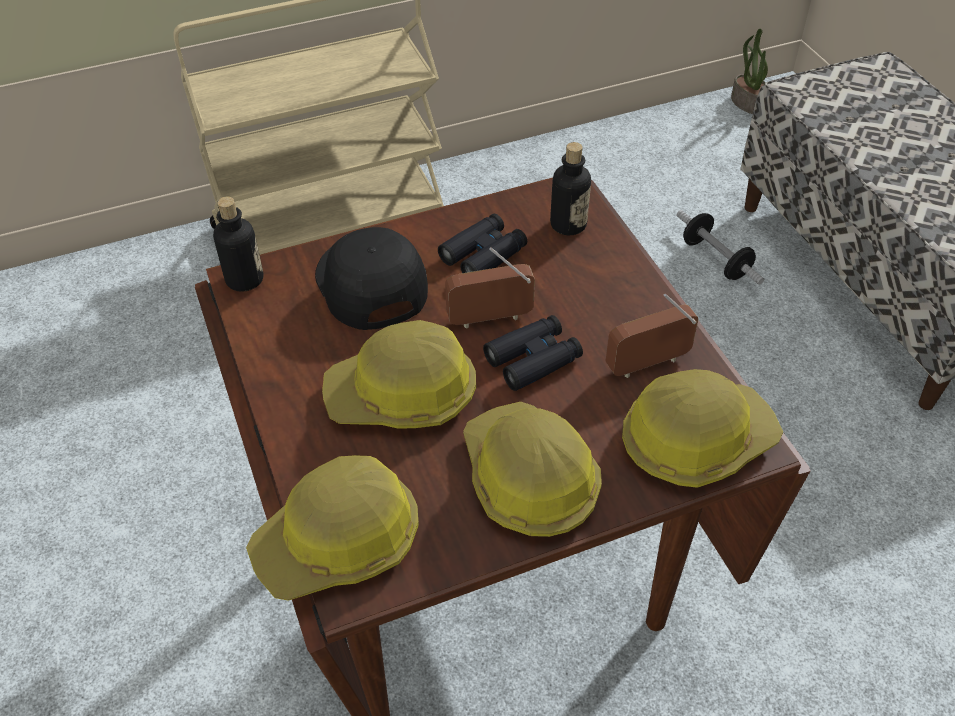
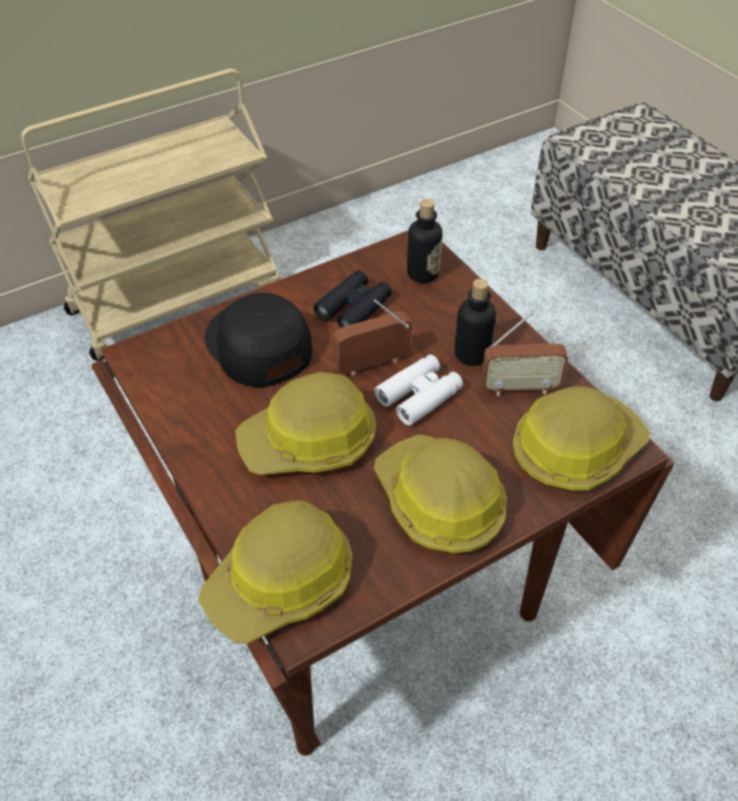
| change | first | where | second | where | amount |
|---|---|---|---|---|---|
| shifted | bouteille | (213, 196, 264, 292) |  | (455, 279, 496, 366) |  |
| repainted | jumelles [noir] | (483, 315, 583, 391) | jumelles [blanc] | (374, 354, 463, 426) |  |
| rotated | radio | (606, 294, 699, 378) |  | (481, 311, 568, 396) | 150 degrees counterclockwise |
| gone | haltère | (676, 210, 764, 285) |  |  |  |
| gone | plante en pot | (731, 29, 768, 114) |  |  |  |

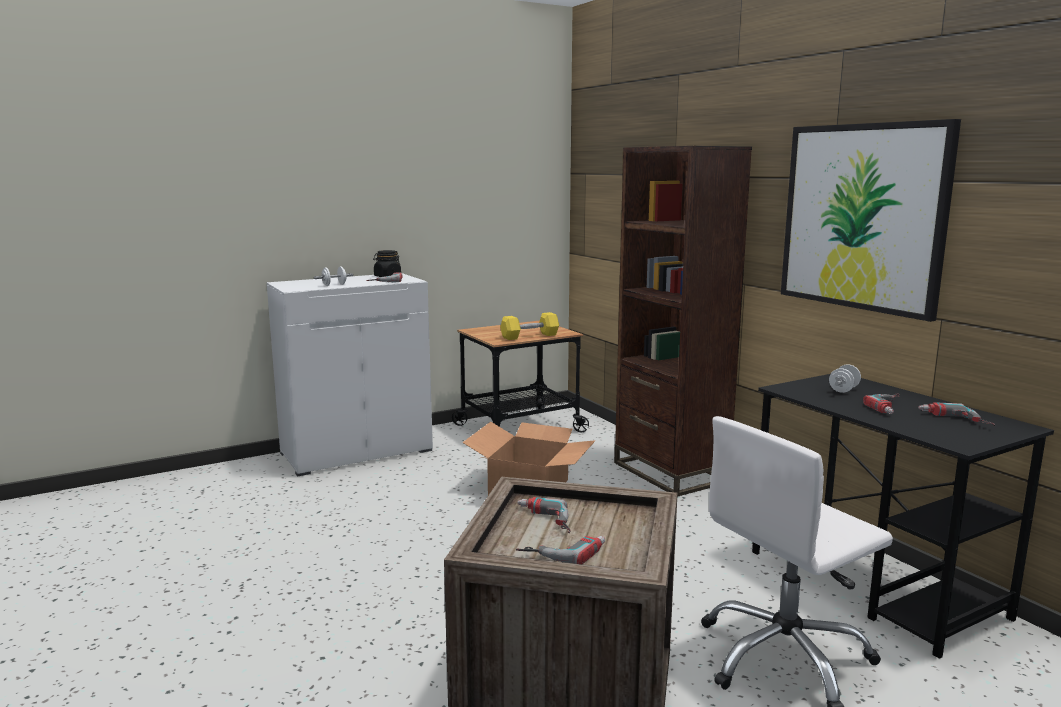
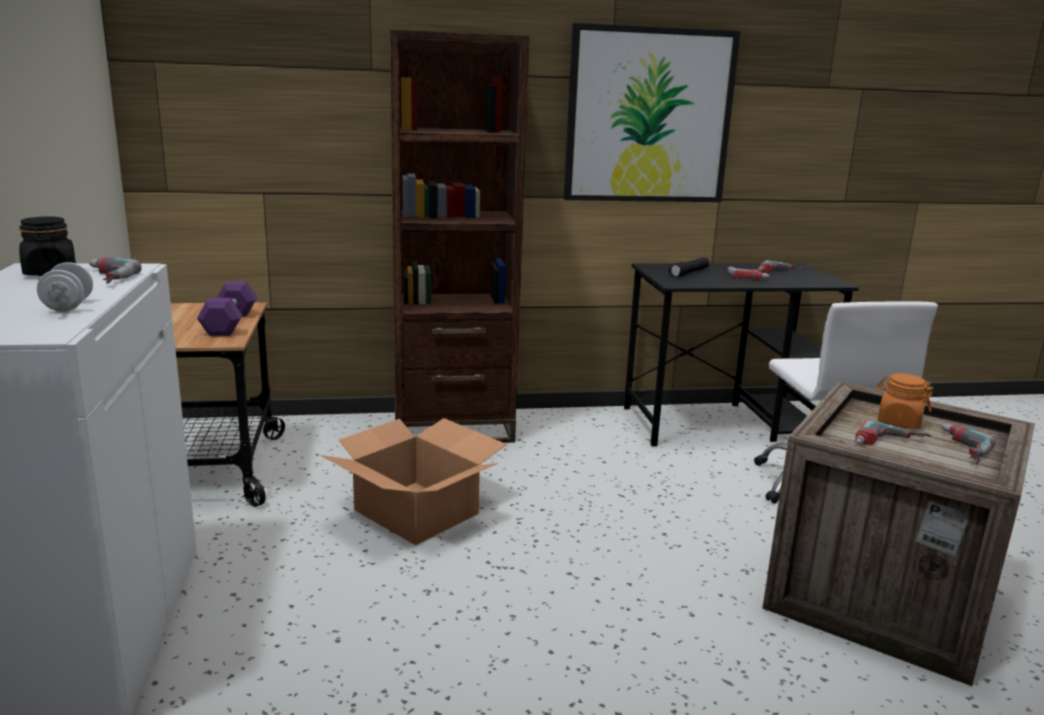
| change | first | where | second | where | amount |
|---|---|---|---|---|---|
| repainted | haltère [jaune] | (500, 312, 559, 340) | haltère [violet] | (197, 281, 257, 336) |  |
| swapped | haltère [blanc] | (829, 364, 861, 393) | lampe de poche [noir] | (668, 258, 709, 277) |  |
| new |  |  | bocal [orange] | (877, 373, 933, 429) |  |

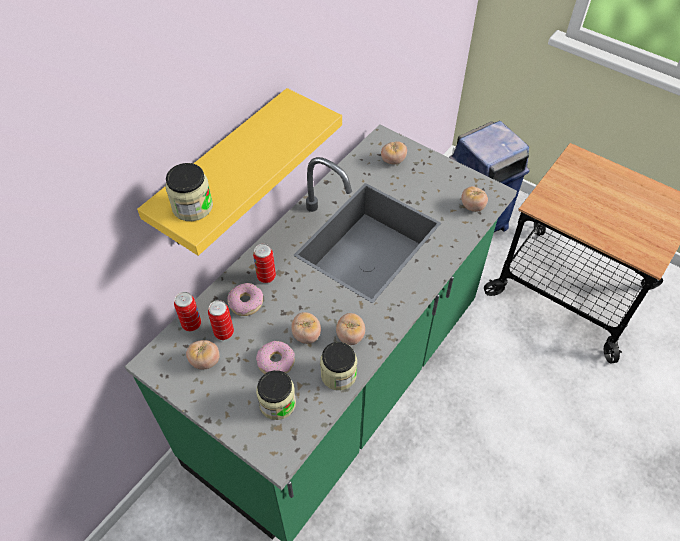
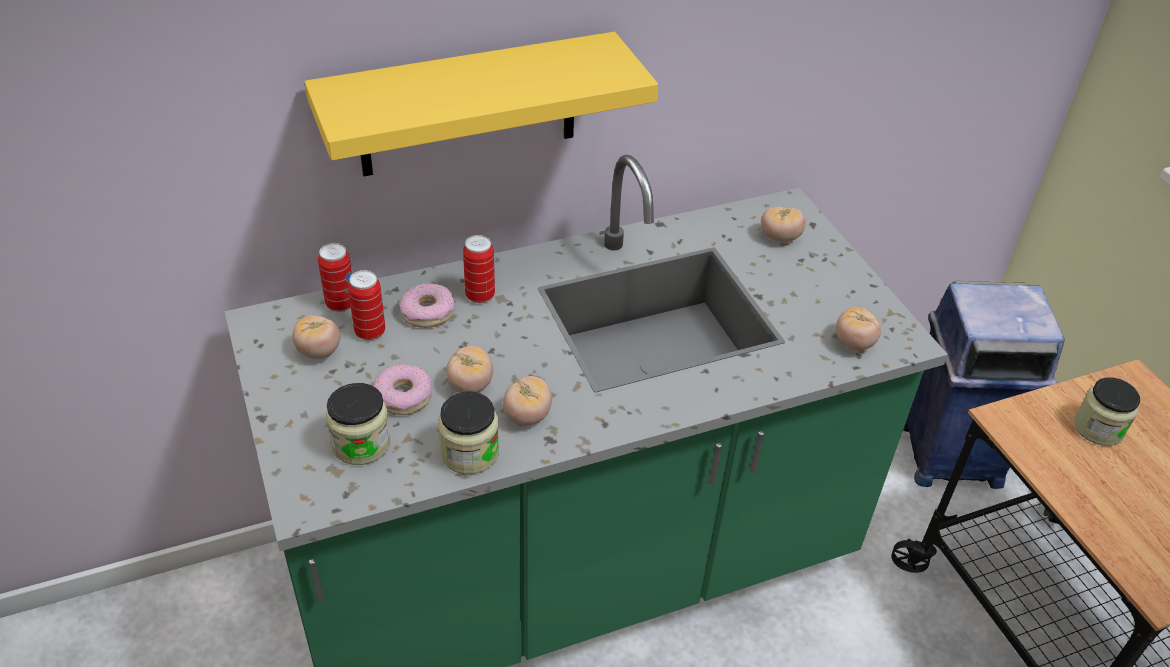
| change | first | where | second | where | amount |
|---|---|---|---|---|---|
| shifted | bocal | (166, 163, 213, 221) |  | (1074, 377, 1140, 446) |  |

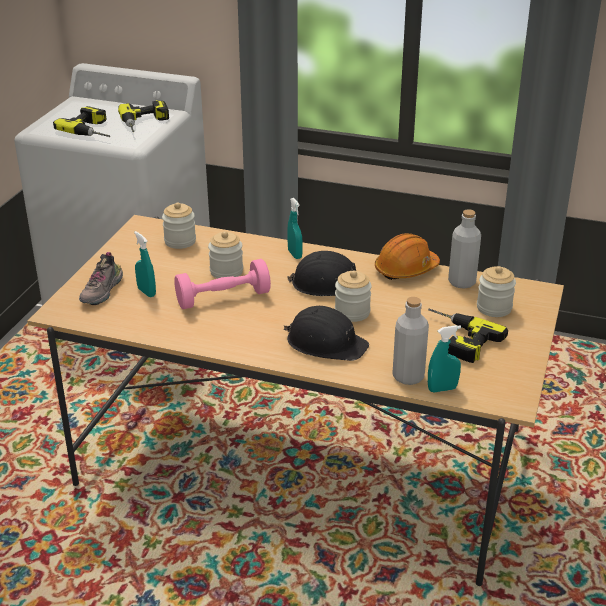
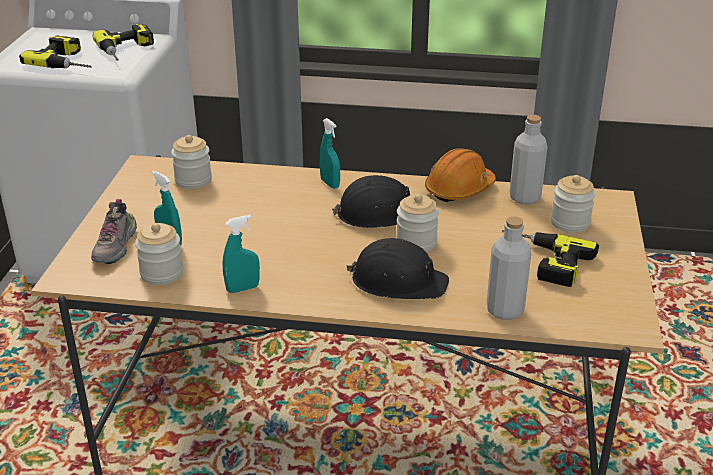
| change | first | where | second | where | amount |
|---|---|---|---|---|---|
| gone | haltère [rose] | (174, 259, 271, 309) |  |  |  |
| shifted | bocal | (208, 231, 243, 279) |  | (135, 223, 183, 285) |  |
| shifted | vaporisateur [turquoise] | (428, 325, 461, 392) |  | (223, 215, 260, 293) |  |

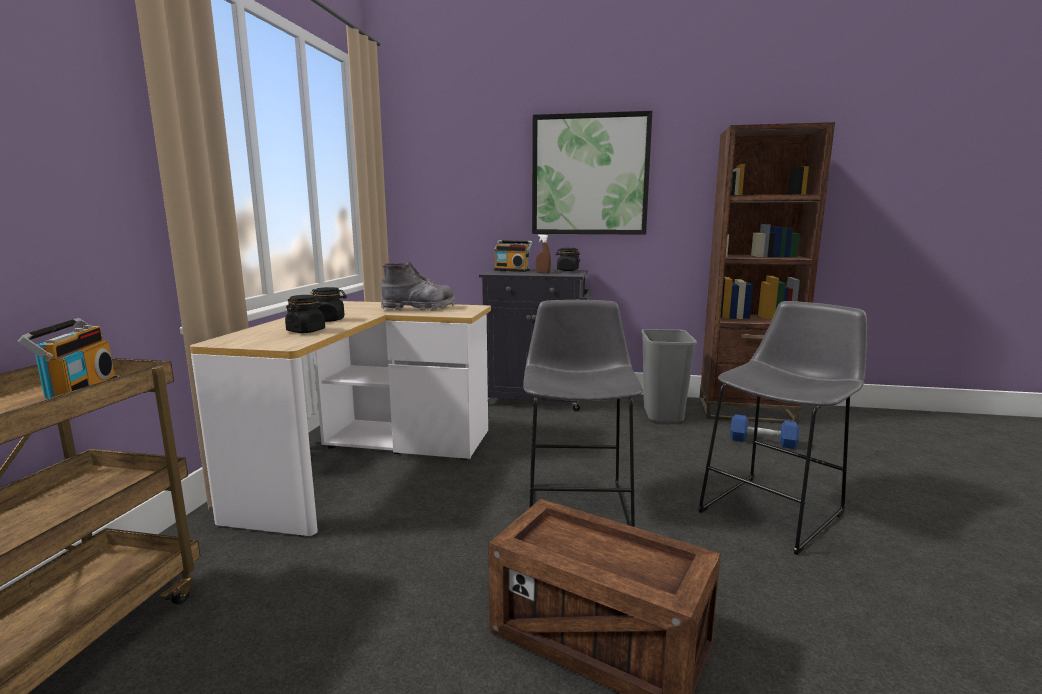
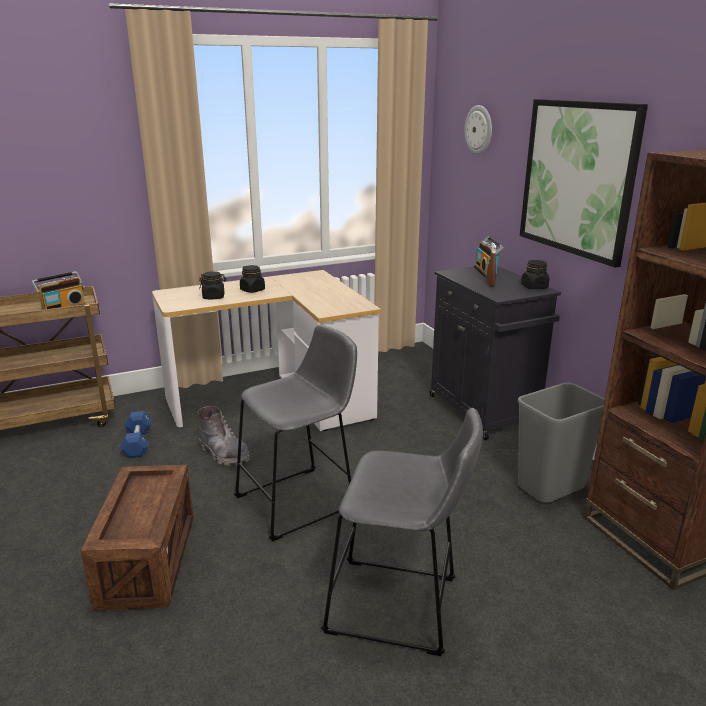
| change | first | where | second | where | amount |
|---|---|---|---|---|---|
| shifted | botte [gris] | (381, 261, 455, 311) |  | (198, 406, 250, 466) |  |
| shifted | haltère [bleu] | (730, 414, 799, 449) |  | (120, 411, 151, 458) |  |
| new |  |  | horloge murale | (464, 105, 492, 155) |  |

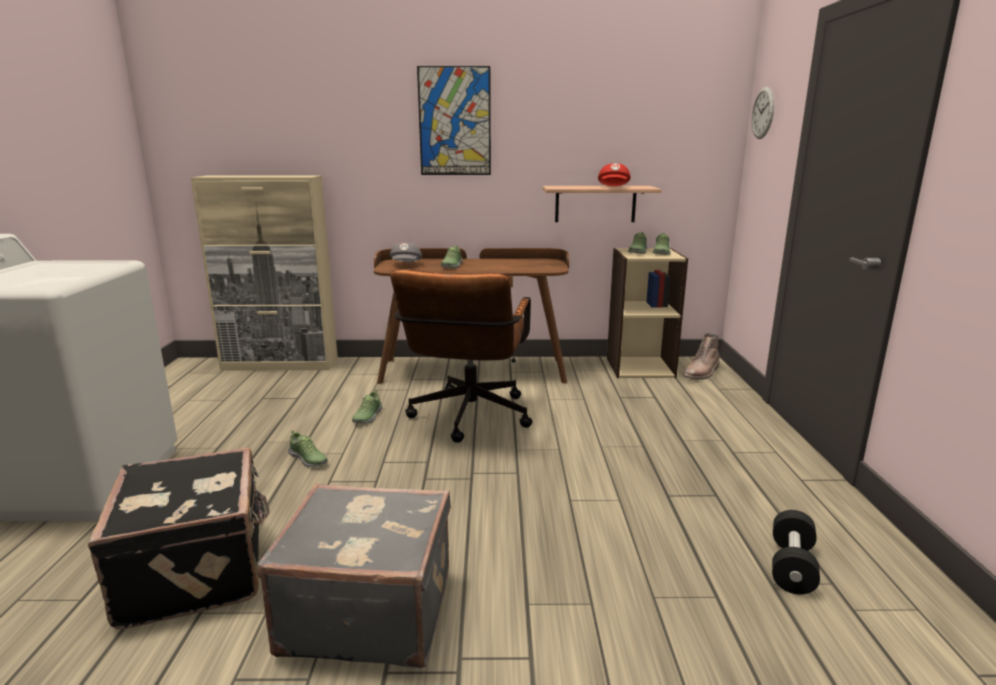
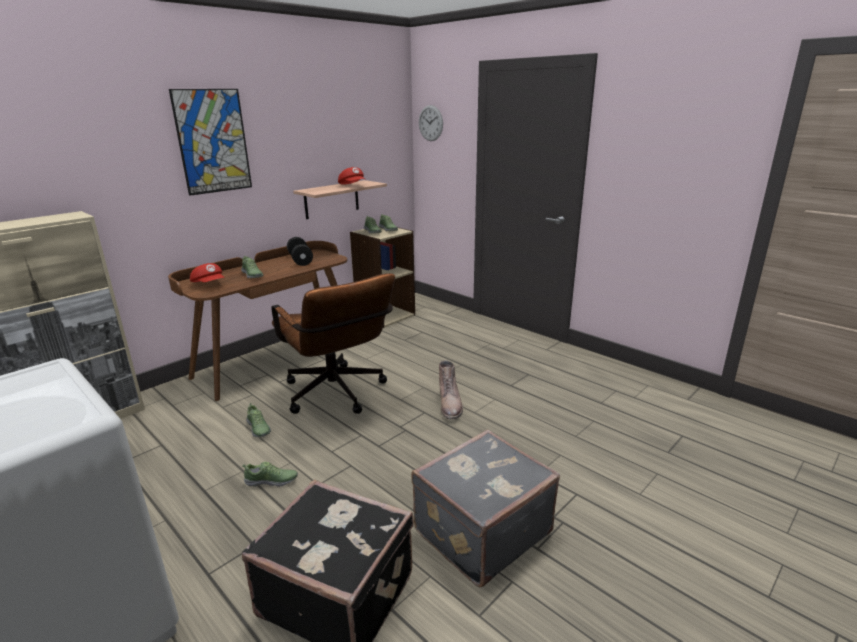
| change | first | where | second | where | amount |
|---|---|---|---|---|---|
| repainted | casquette [gris] | (390, 243, 422, 262) | casquette [rouge] | (190, 263, 225, 282) |  |
| shifted | botte [marron] | (683, 333, 720, 380) |  | (439, 360, 463, 420) |  |
| shifted | haltère [noir] | (772, 510, 820, 595) |  | (287, 237, 313, 266) |  |

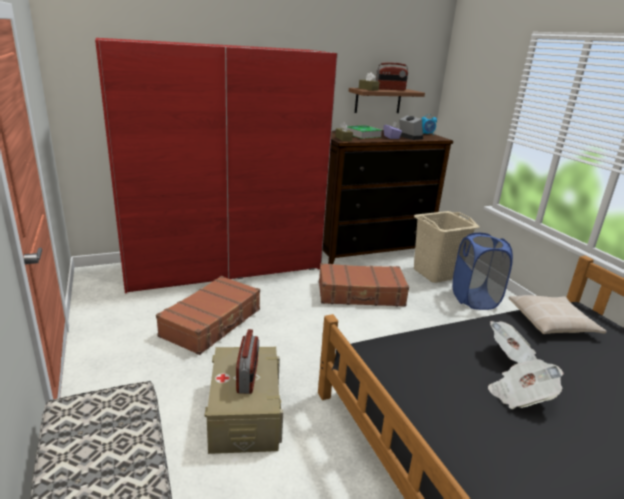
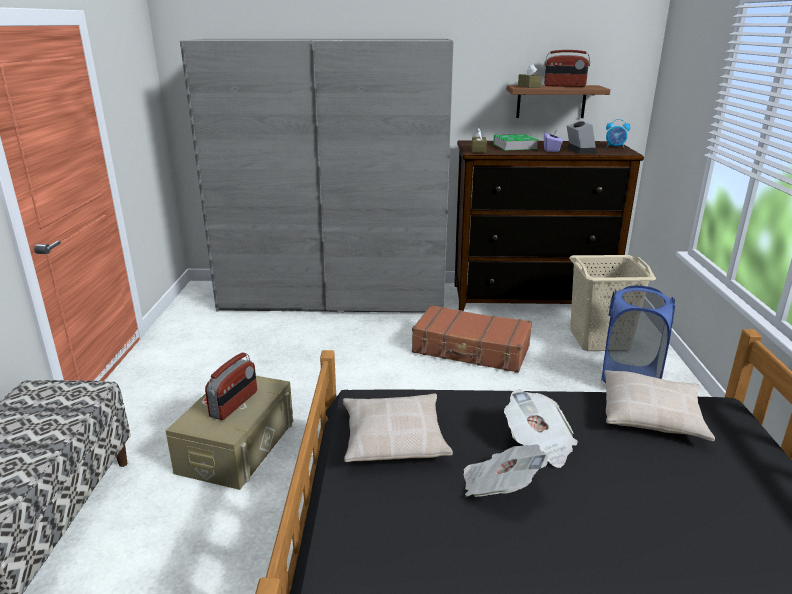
| change | first | where | second | where | amount |
|---|---|---|---|---|---|
| repainted | armoire [rouge] | (95, 38, 338, 294) | armoire [gris] | (180, 39, 454, 313) |  |
| gone | valise [marron] | (156, 276, 260, 355) |  |  |  |
| new |  |  | coussin [beige] | (343, 393, 453, 462) |  |

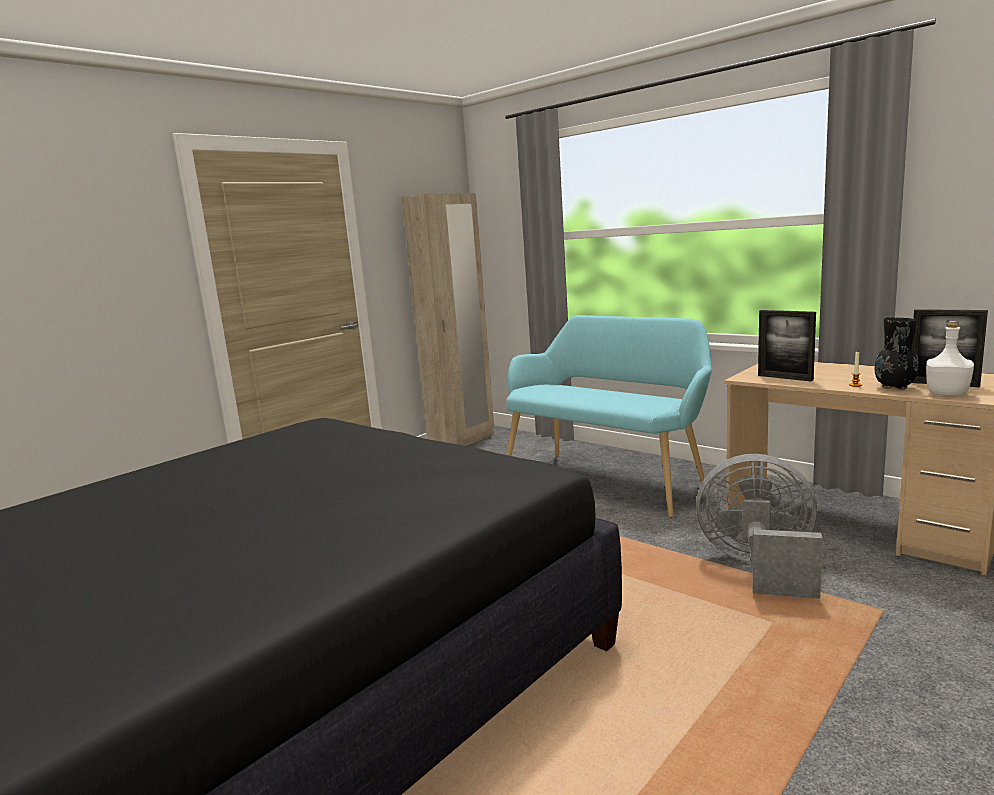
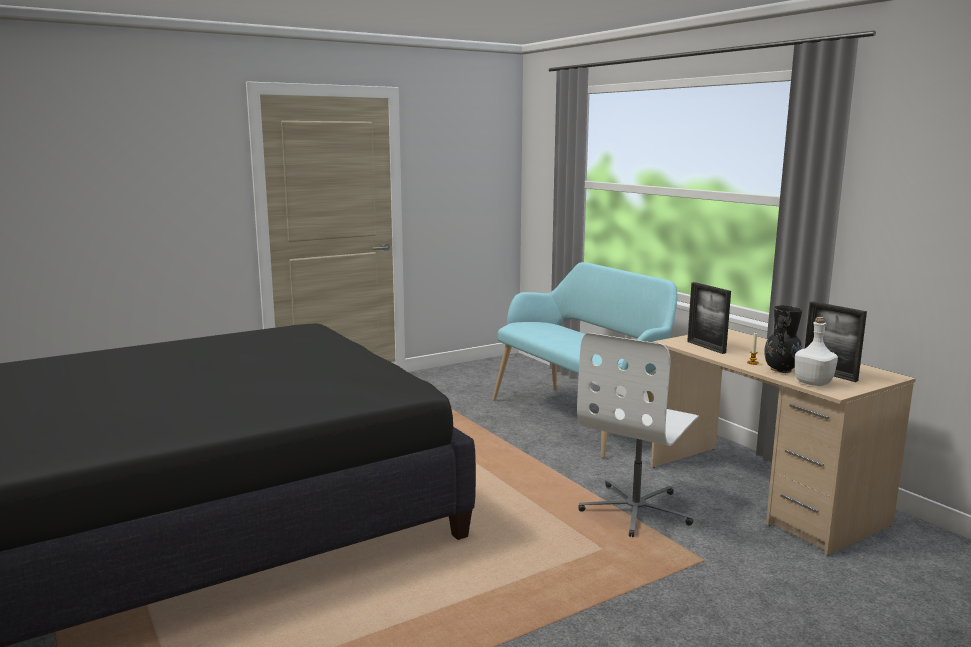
| change | first | where | second | where | amount |
|---|---|---|---|---|---|
| gone | armoire [beige] | (402, 193, 494, 446) |  |  |  |
| swapped | ventilateur [gris] | (696, 454, 823, 599) | chaise de bureau [blanc] | (577, 333, 699, 537) |  |

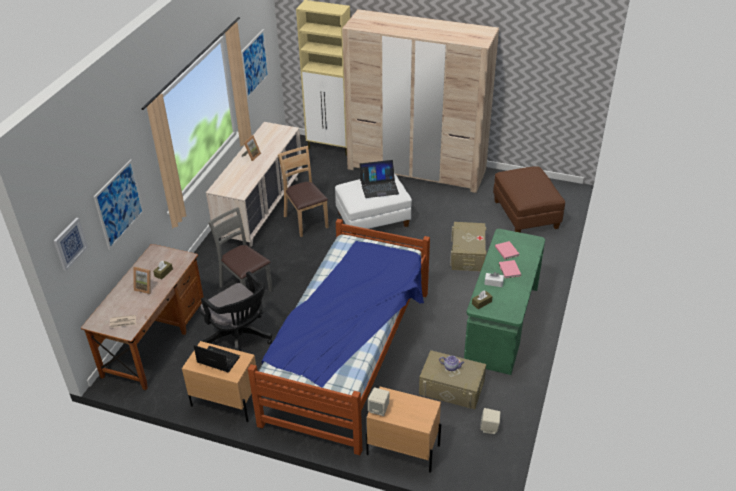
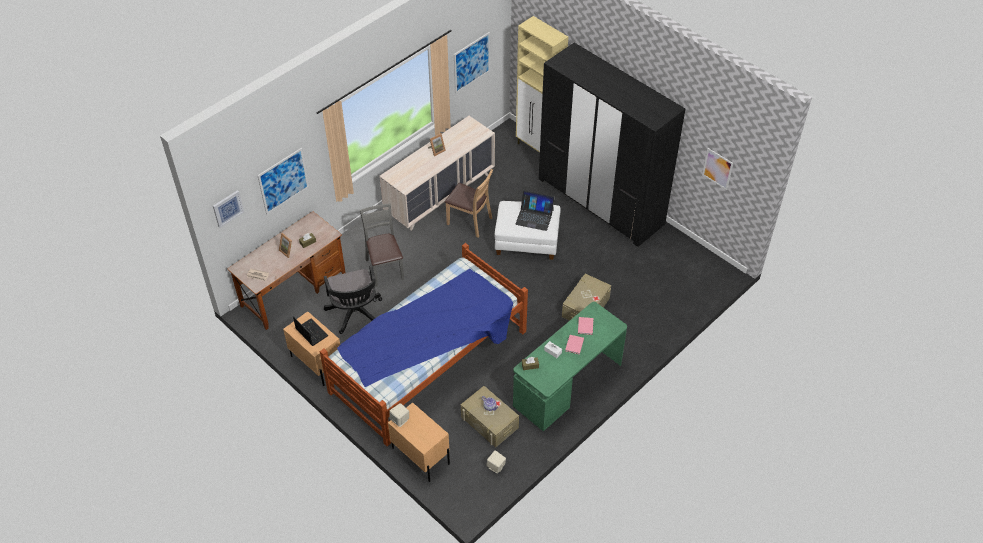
| change | first | where | second | where | amount |
|---|---|---|---|---|---|
| rotated | chaise [marron] | (278, 146, 329, 237) |  | (445, 169, 493, 238) | 120 degrees clockwise |
| repainted | armoire [beige] | (342, 9, 499, 193) | armoire [noir] | (539, 43, 685, 247) |  |
| gone | pouf [marron] | (493, 166, 565, 233) |  |  |  |
| new |  |  | tableau | (702, 148, 733, 190) |  |

